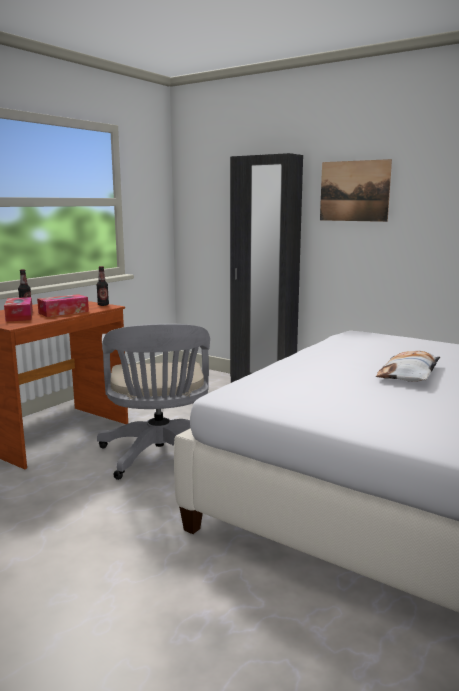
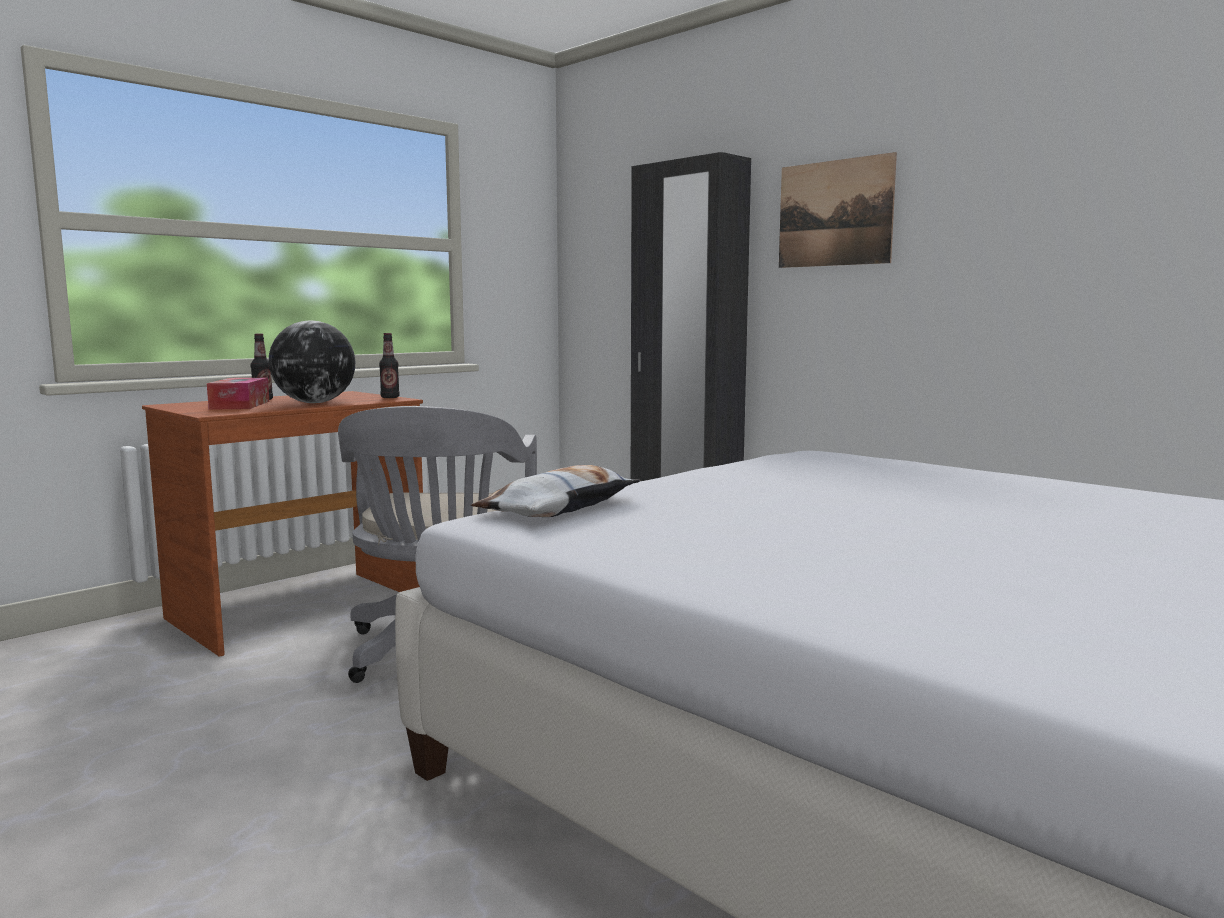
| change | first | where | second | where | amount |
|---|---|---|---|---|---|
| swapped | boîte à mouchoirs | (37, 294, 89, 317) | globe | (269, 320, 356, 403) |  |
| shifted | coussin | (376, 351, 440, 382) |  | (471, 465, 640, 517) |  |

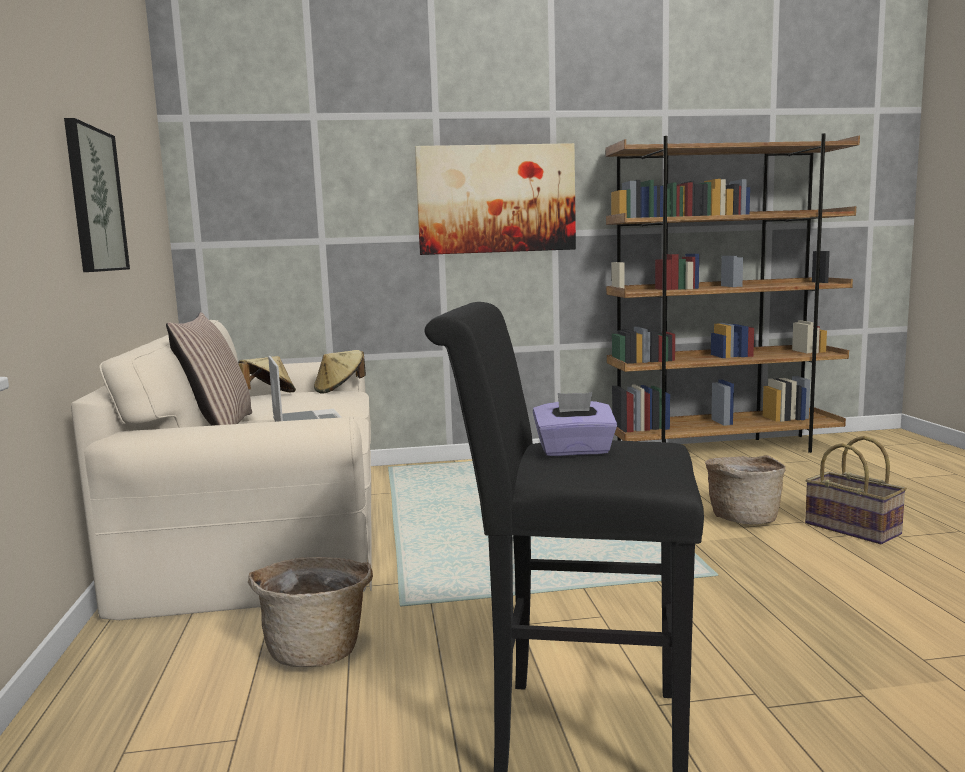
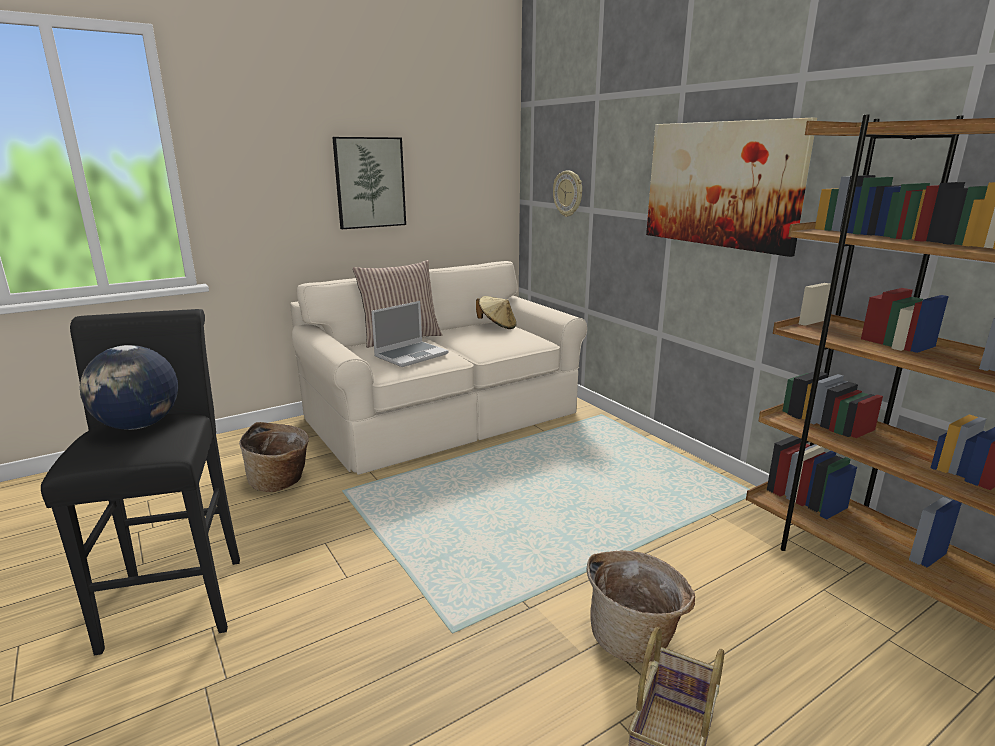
| change | first | where | second | where | amount |
|---|---|---|---|---|---|
| gone | chapeau [beige] | (314, 350, 366, 394) |  |  |  |
| swapped | boîte à mouchoirs [violet] | (533, 393, 617, 456) | globe | (80, 345, 178, 430) |  |
| new |  |  | horloge murale | (553, 171, 582, 217) |  |

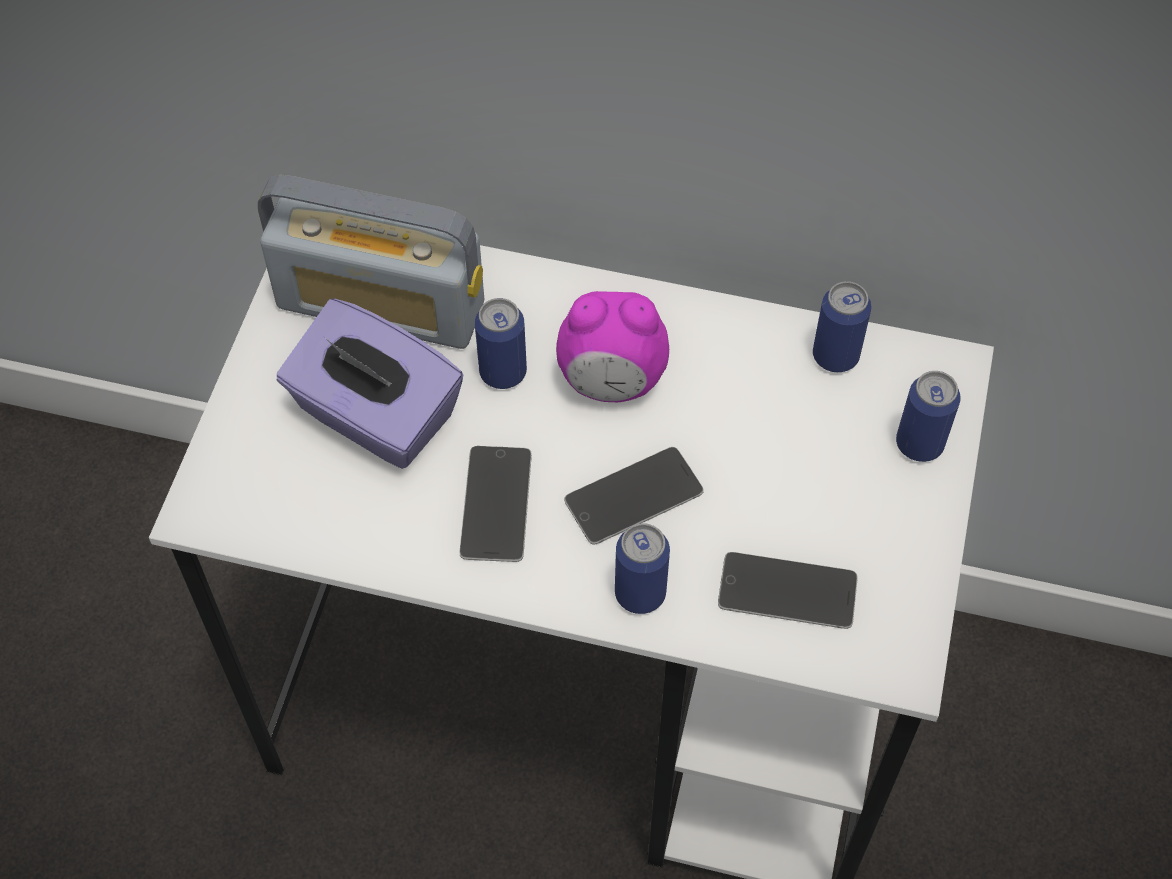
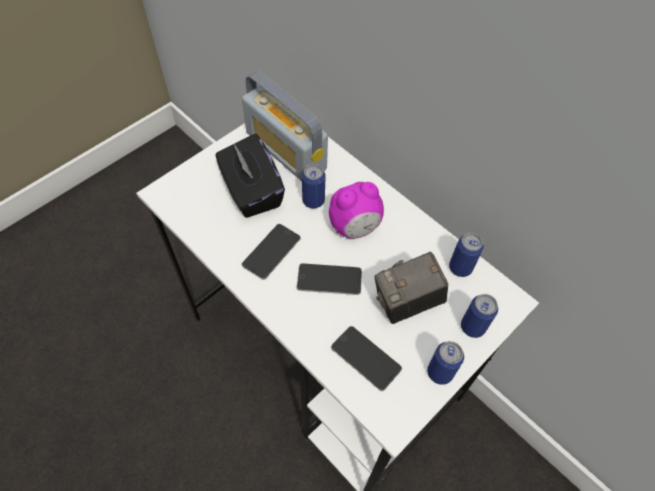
| change | first | where | second | where | amount |
|---|---|---|---|---|---|
| repainted | boîte à mouchoirs [violet] | (277, 298, 464, 469) | boîte à mouchoirs [noir] | (216, 133, 285, 218) |  |
| rotated | réveil | (556, 291, 669, 402) |  | (329, 182, 384, 238) | 60 degrees counterclockwise |
| shifted | boîte métallique | (615, 523, 670, 614) |  | (427, 341, 464, 385) |  |
| new |  |  | appareil photo | (375, 252, 448, 324) |  |

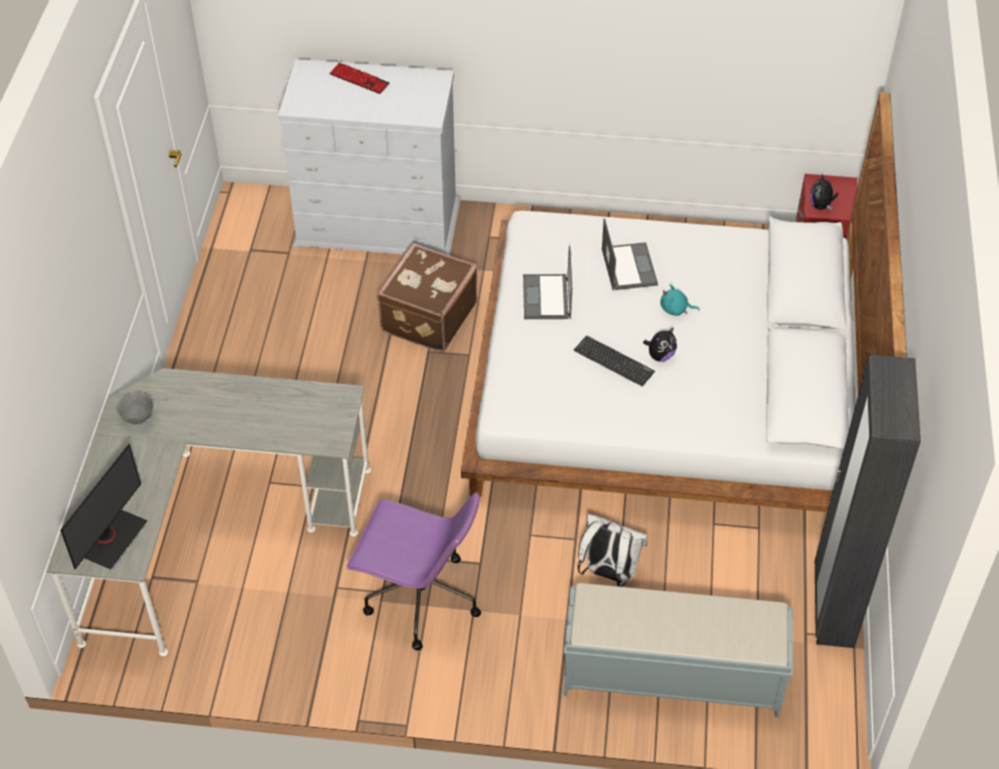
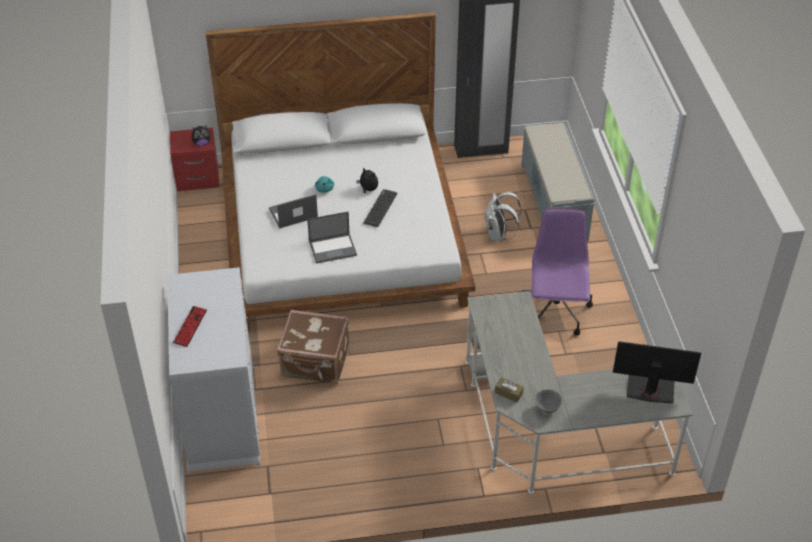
| change | first | where | second | where | amount |
|---|---|---|---|---|---|
| new |  |  | boîte à mouchoirs [marron] | (495, 377, 524, 403) |  |

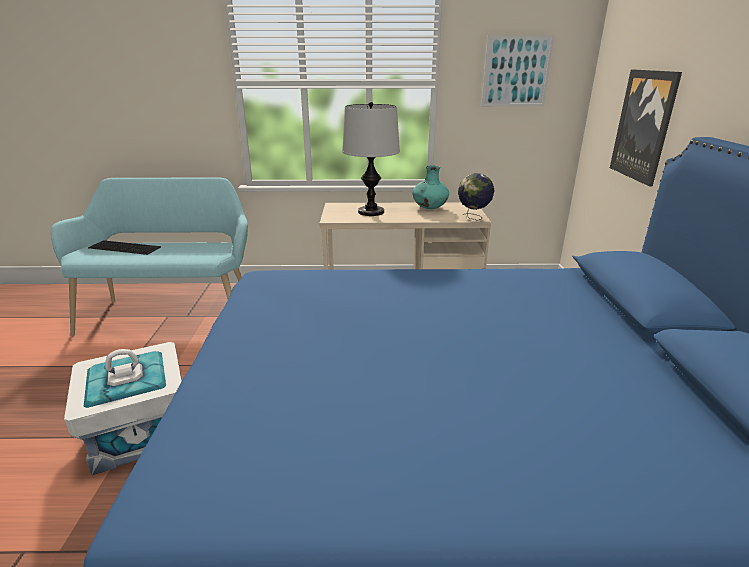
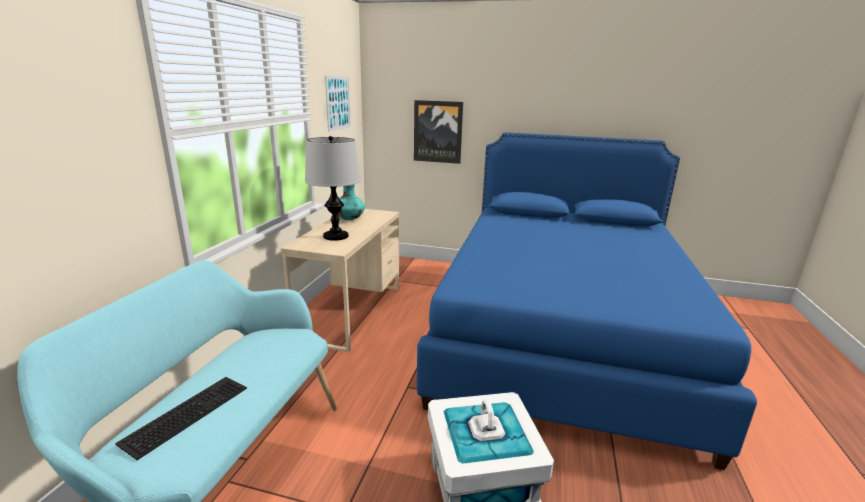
| change | first | where | second | where | amount |
|---|---|---|---|---|---|
| gone | globe | (458, 173, 495, 221) |  |  |  |

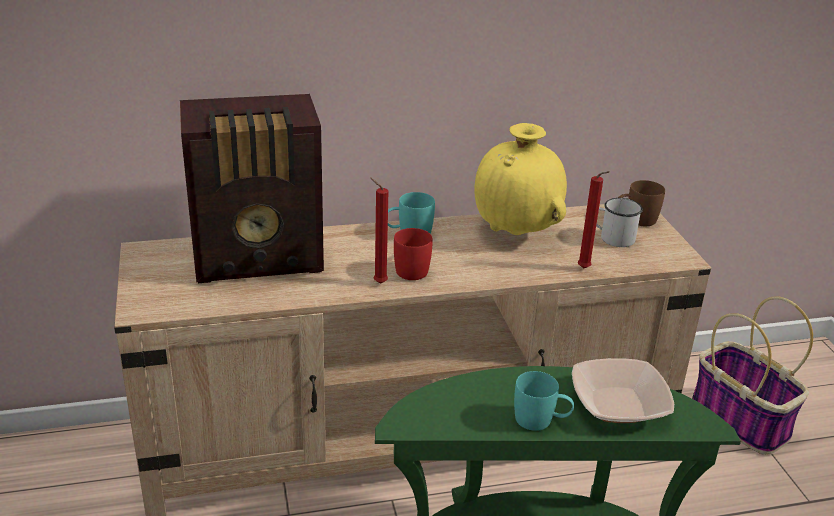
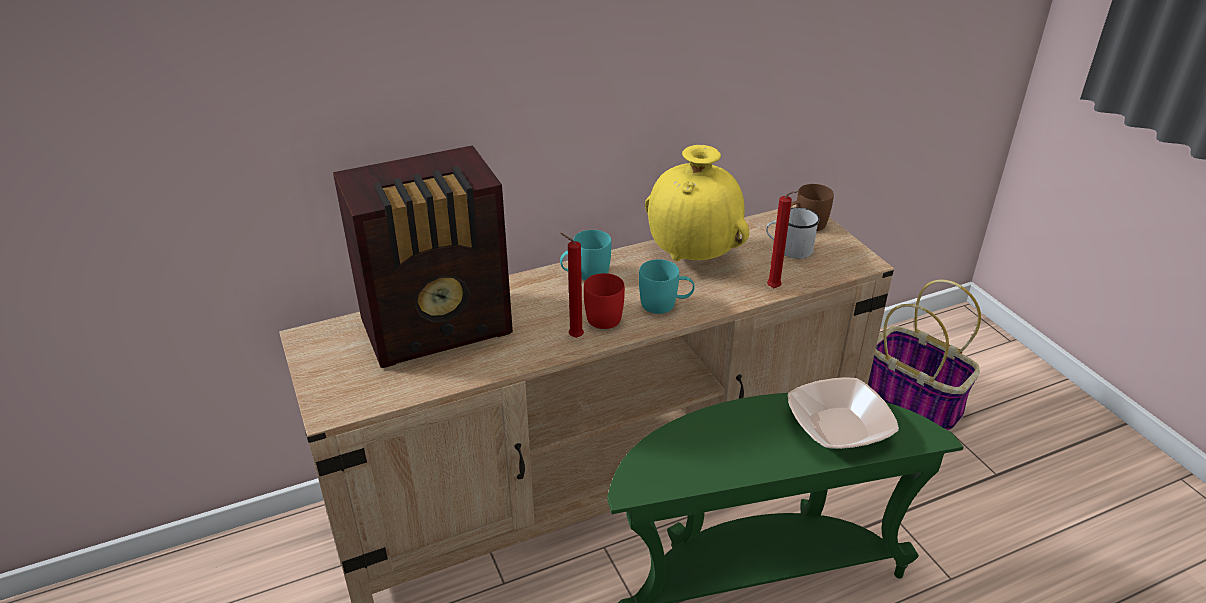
| change | first | where | second | where | amount |
|---|---|---|---|---|---|
| shifted | mug [turquoise] | (514, 371, 574, 431) |  | (639, 259, 695, 314) |  |

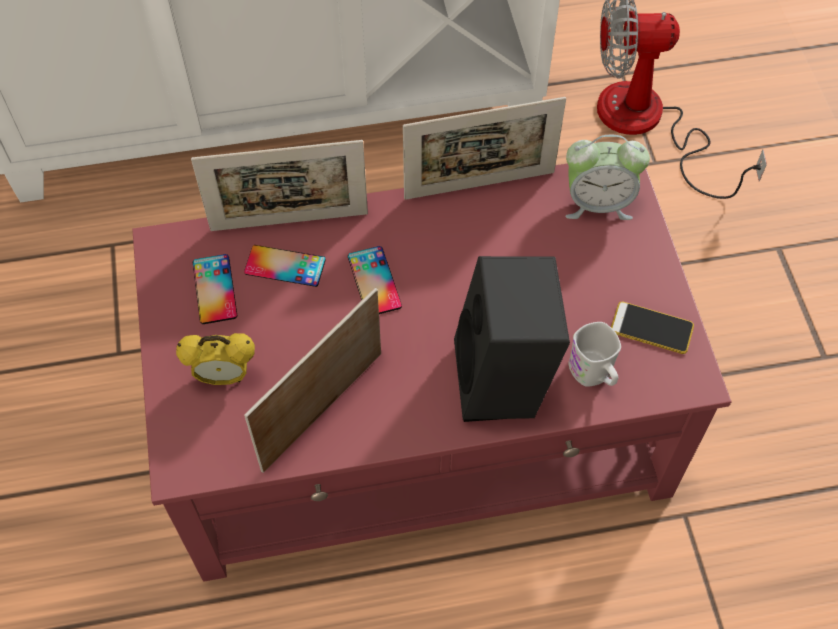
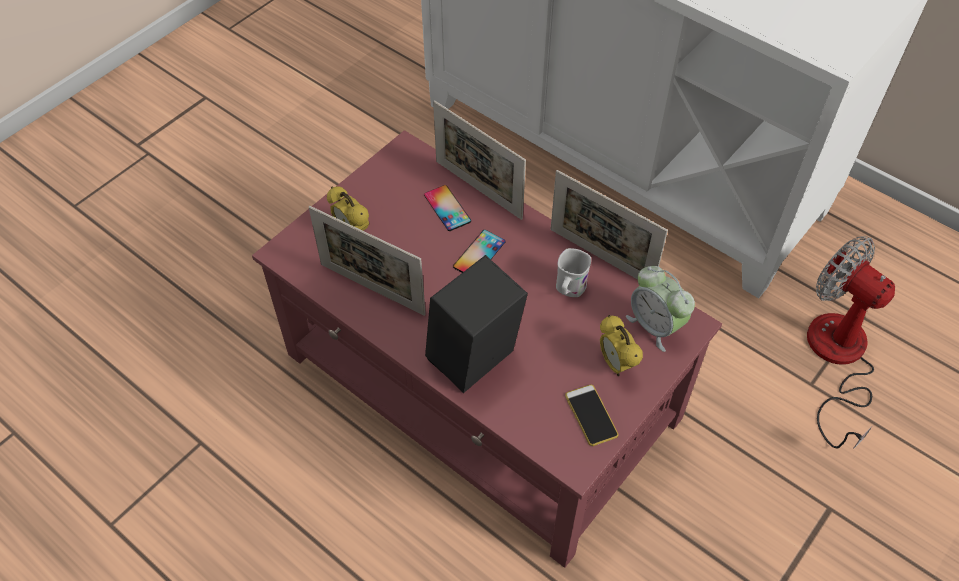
| change | first | where | second | where | amount |
|---|---|---|---|---|---|
| gone | téléphone | (193, 254, 237, 324) |  |  |  |
| rotated | cadre photo | (244, 288, 381, 473) |  | (309, 206, 426, 316) | 150 degrees counterclockwise |
| shifted | mug [blanc] | (568, 322, 621, 387) |  | (556, 248, 591, 297) |  |
| new |  |  | réveil | (600, 315, 643, 376) |  |

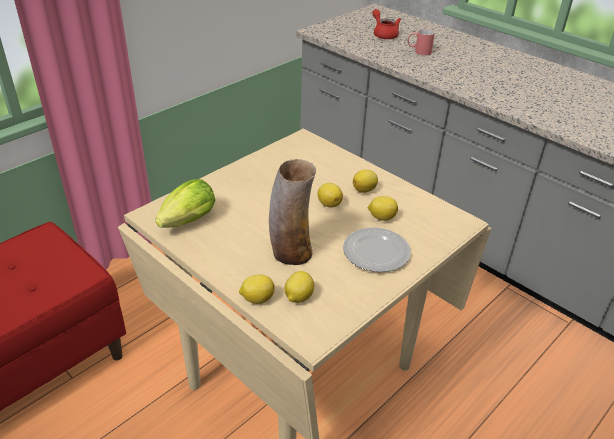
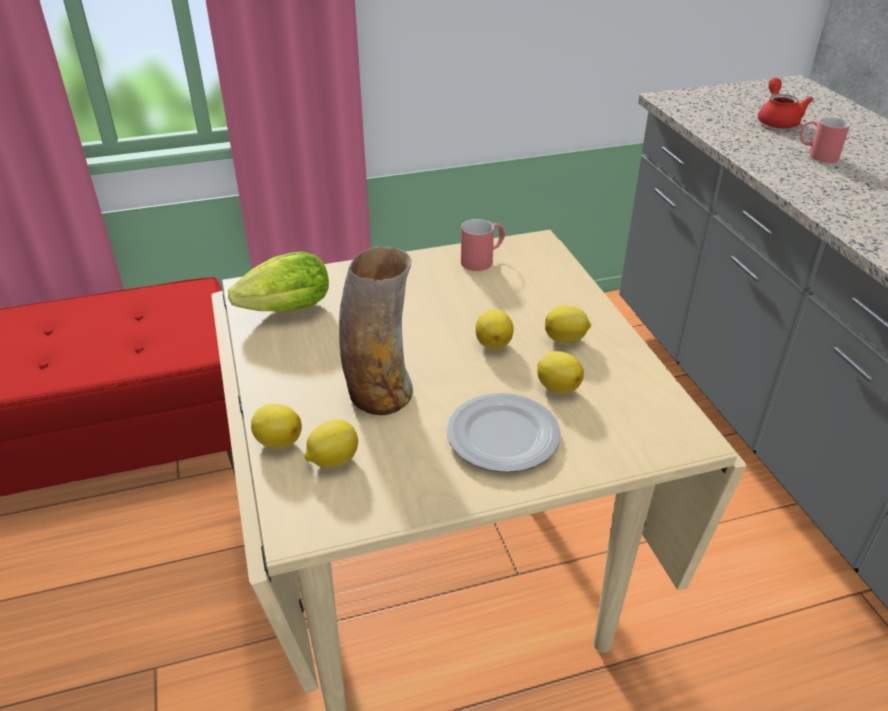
| change | first | where | second | where | amount |
|---|---|---|---|---|---|
| new |  |  | mug [rouge] | (461, 219, 505, 271) |  |

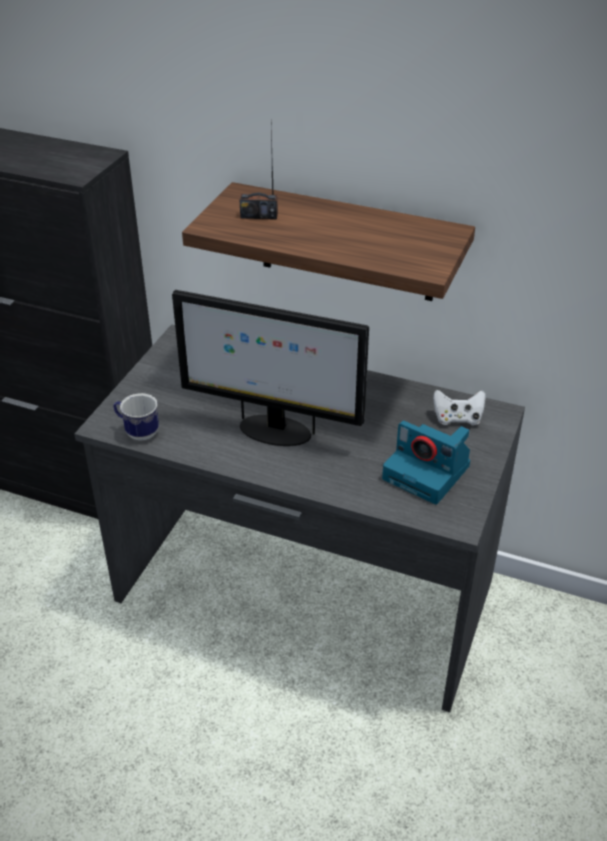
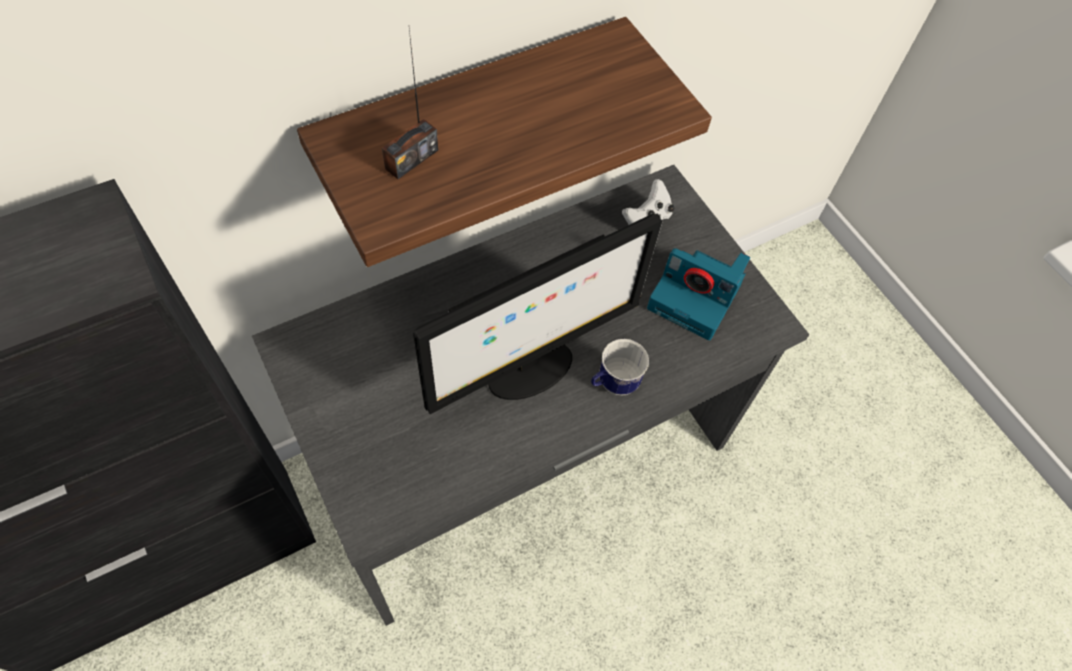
| change | first | where | second | where | amount |
|---|---|---|---|---|---|
| shifted | mug | (113, 393, 159, 441) |  | (591, 339, 649, 396) |  |
| rotated | appareil photo | (382, 421, 470, 504) |  | (647, 248, 750, 340) | 45 degrees clockwise |

